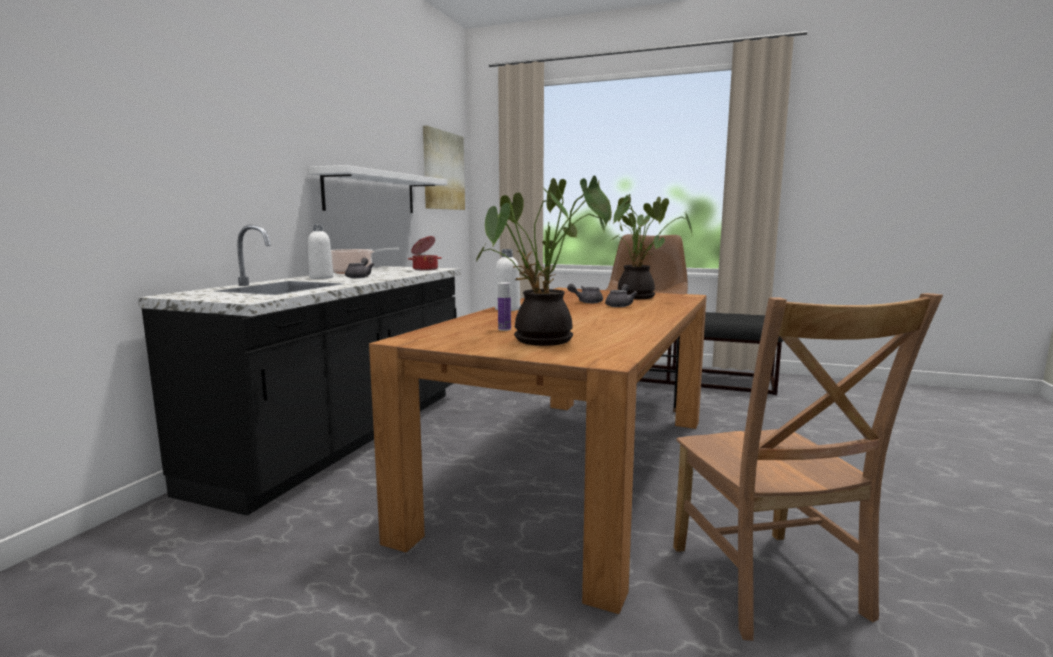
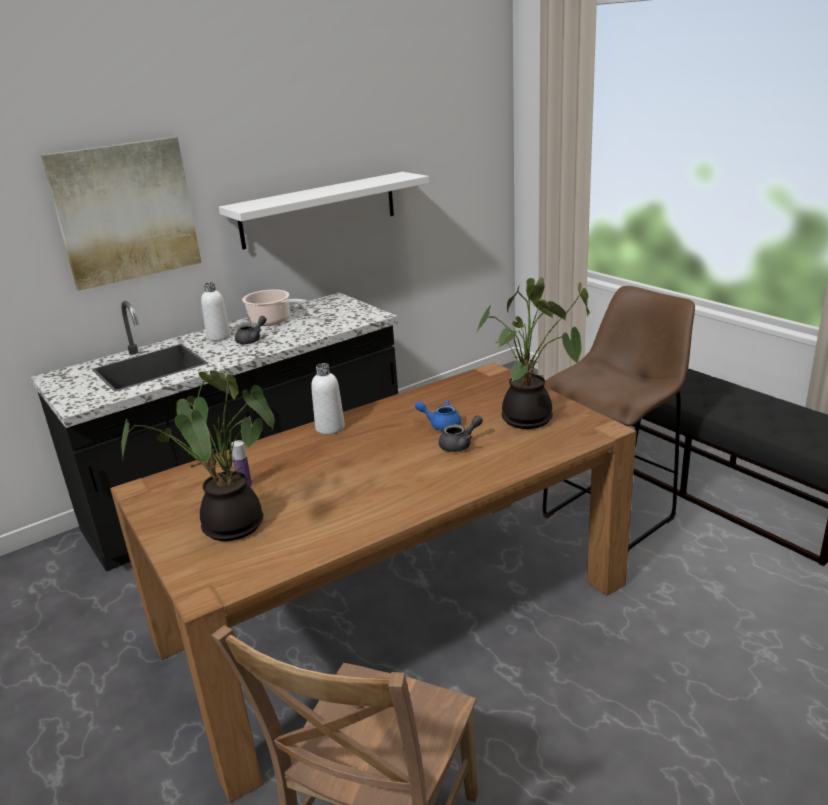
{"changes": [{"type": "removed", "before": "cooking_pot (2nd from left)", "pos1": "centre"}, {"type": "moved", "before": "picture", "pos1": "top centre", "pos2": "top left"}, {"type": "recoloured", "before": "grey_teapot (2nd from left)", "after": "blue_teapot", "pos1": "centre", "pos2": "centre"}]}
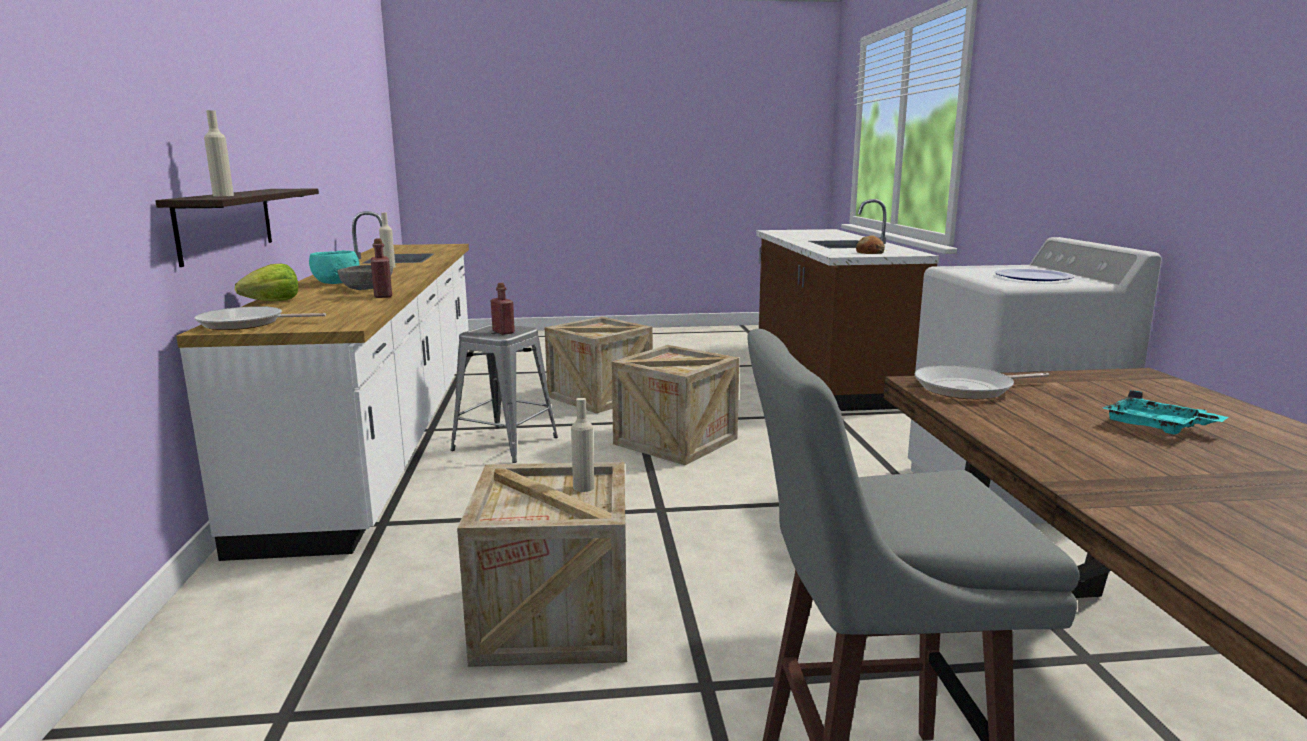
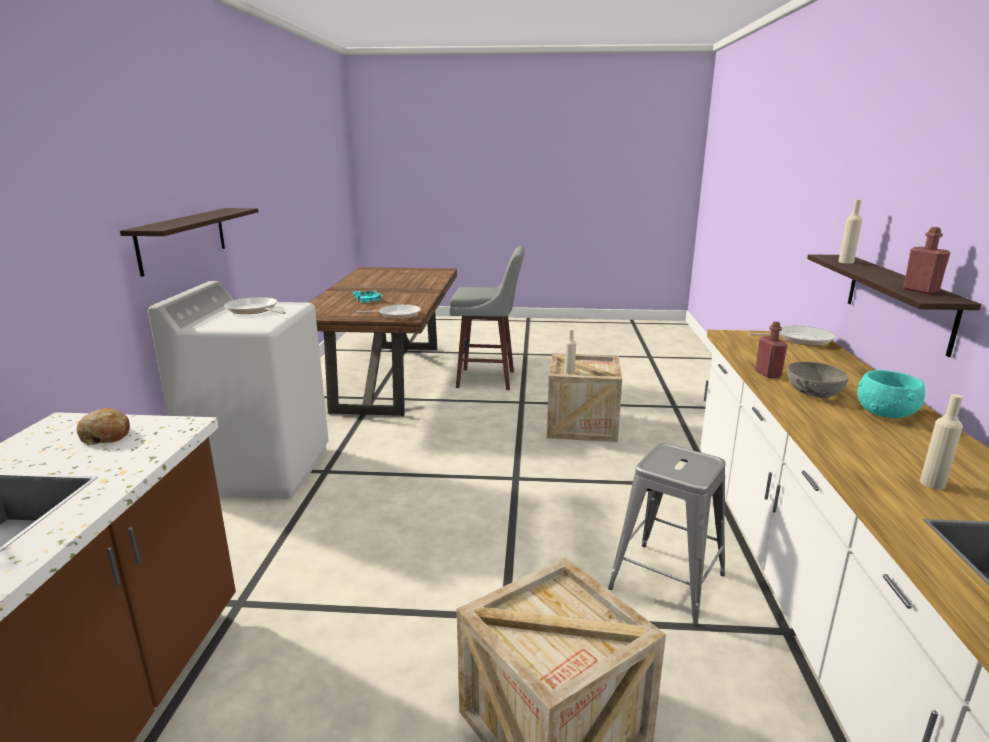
{"changes": [{"type": "removed", "before": "lettuce", "pos1": "middle left"}, {"type": "removed", "before": "crate (3rd from left)", "pos1": "centre"}, {"type": "added", "after": "shelf (1st from left)", "pos2": "top left"}, {"type": "moved", "before": "red_bottle (2nd from left)", "pos1": "centre", "pos2": "middle right"}, {"type": "replaced", "before": "plate", "after": "frying_pan (1st from left)", "pos1": "middle right", "pos2": "middle left"}]}
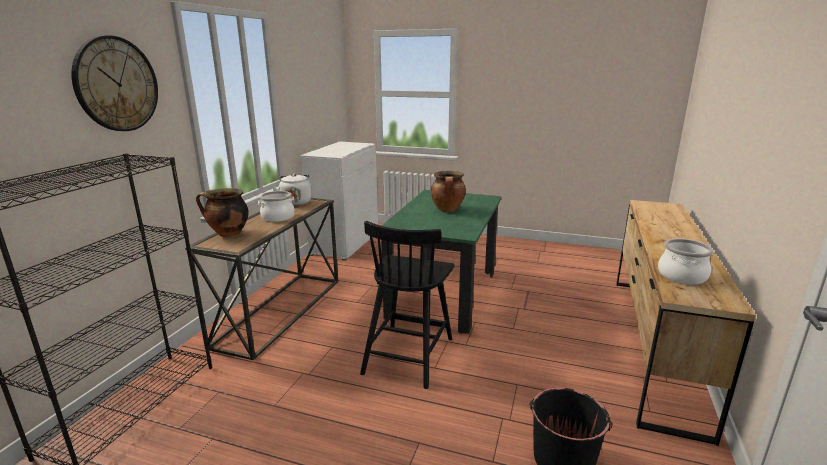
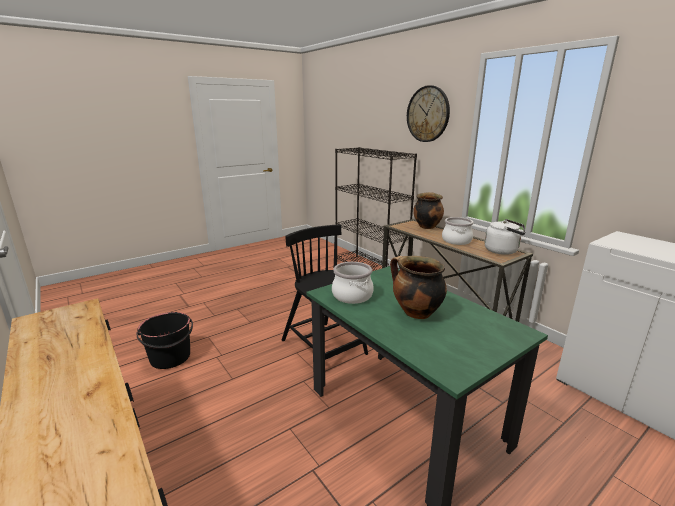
{"changes": [{"type": "moved", "before": "cooking_pot (4th from left in the first image)", "after": "cooking_pot (1st from left)", "pos1": "middle right", "pos2": "centre"}]}
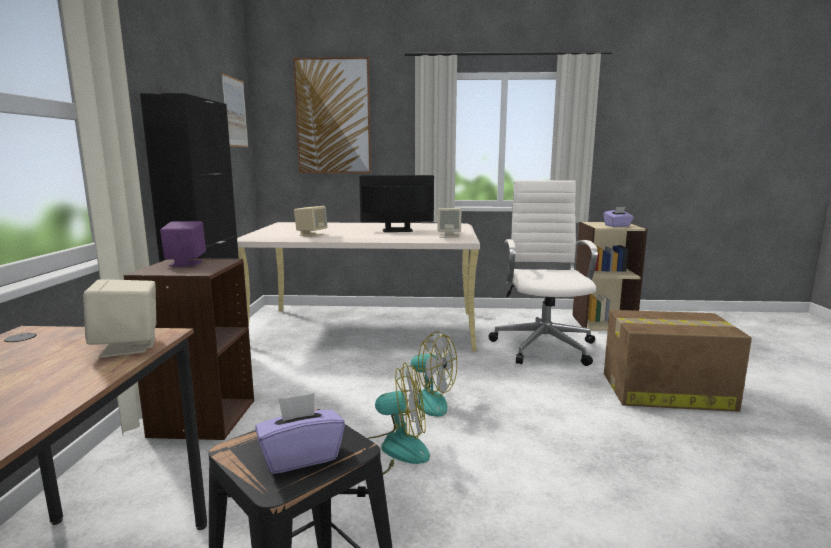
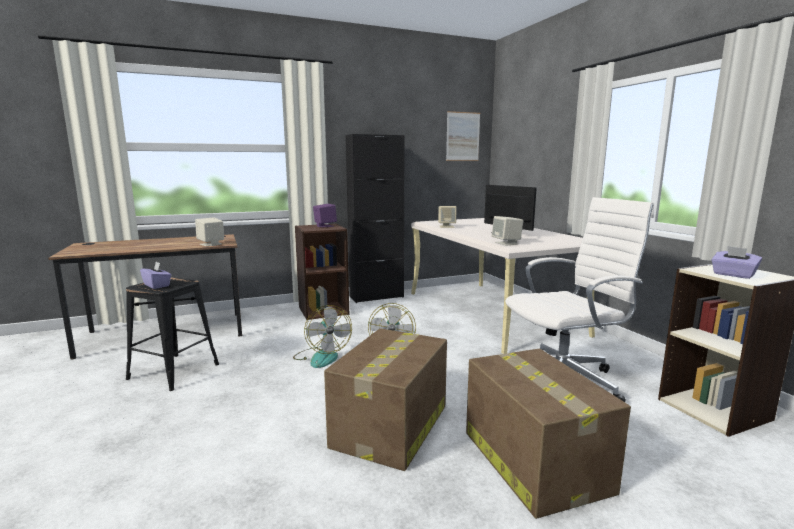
{"changes": [{"type": "removed", "before": "picture (2nd from left)", "pos1": "top centre"}, {"type": "added", "after": "cardboard_box (1st from left)", "pos2": "bottom centre"}]}
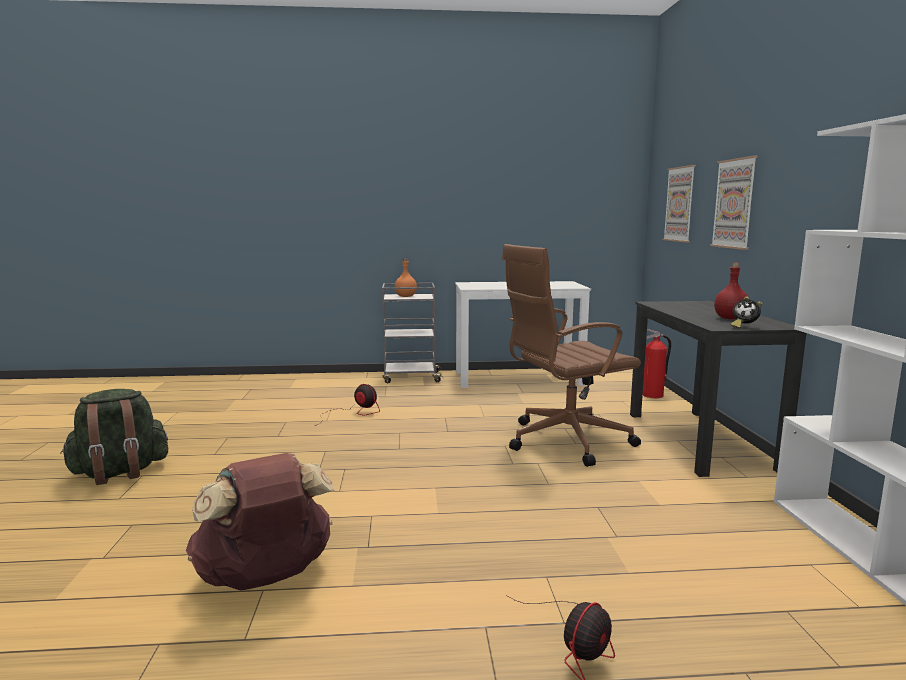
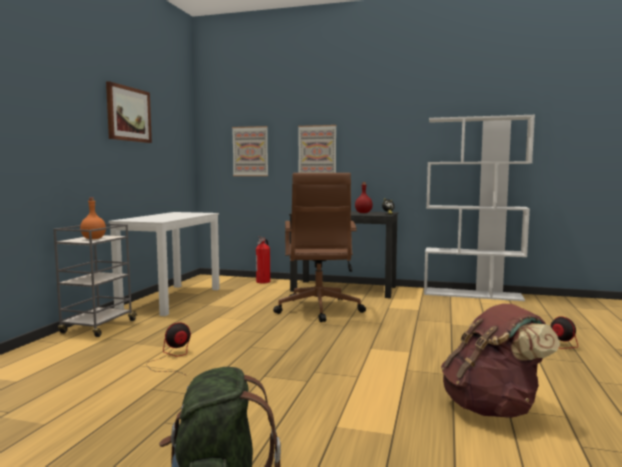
{"changes": [{"type": "added", "after": "picture (1st from left)", "pos2": "top left"}]}
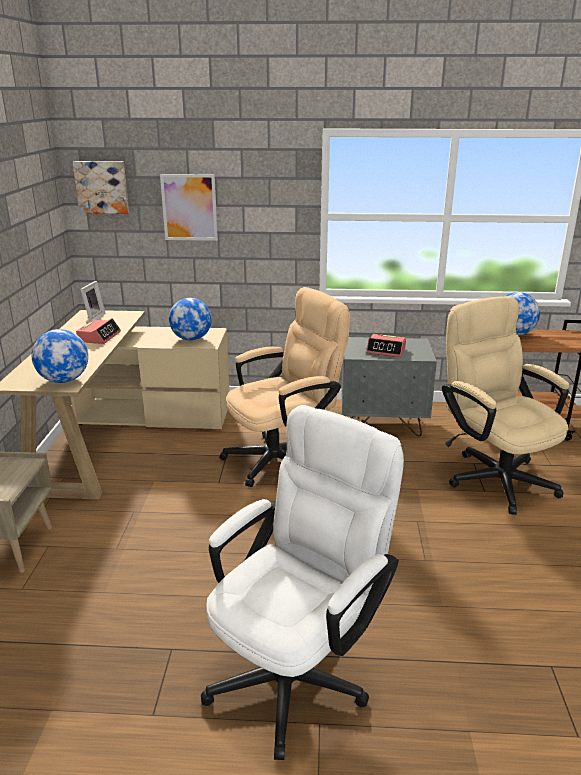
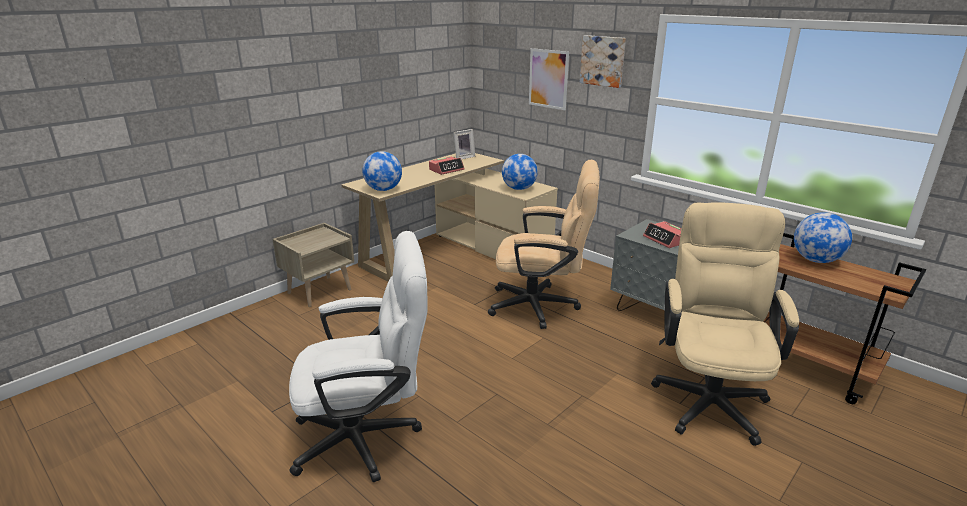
{"changes": [{"type": "moved", "before": "picture (1st from left in the first image)", "after": "picture (2nd from left)", "pos1": "top left", "pos2": "top centre"}]}
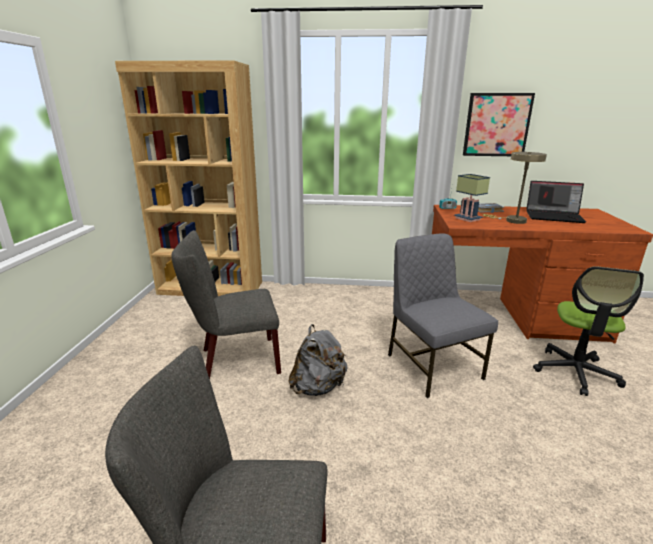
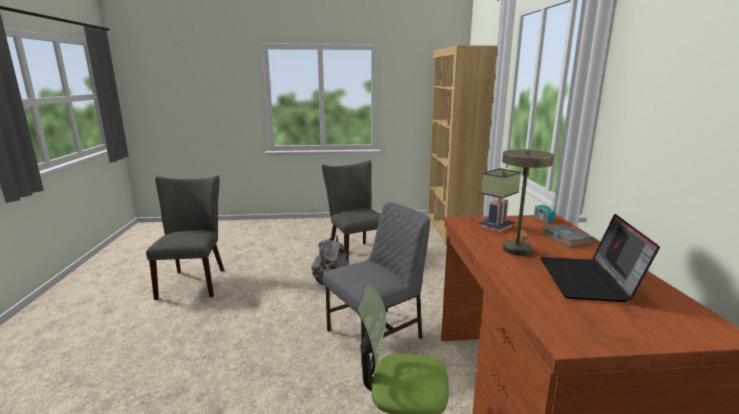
{"changes": [{"type": "removed", "before": "picture", "pos1": "top right"}]}
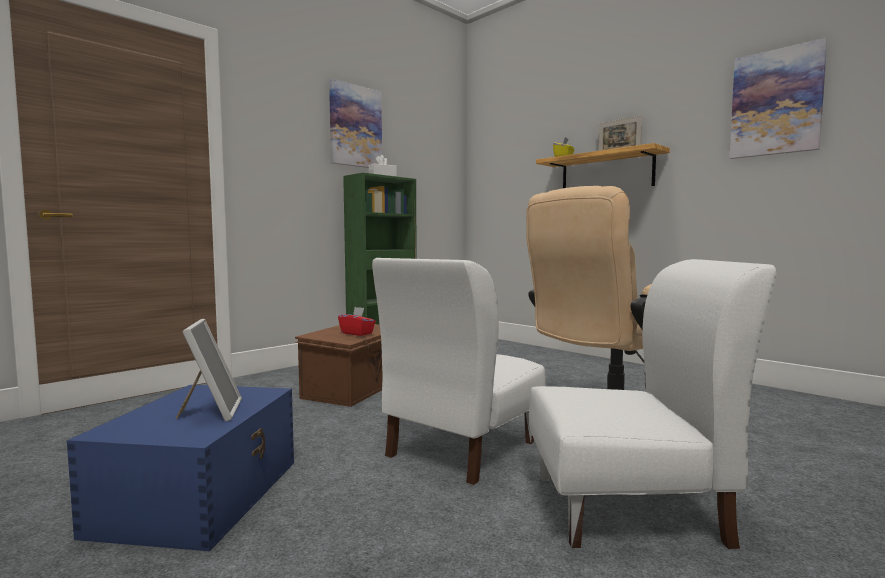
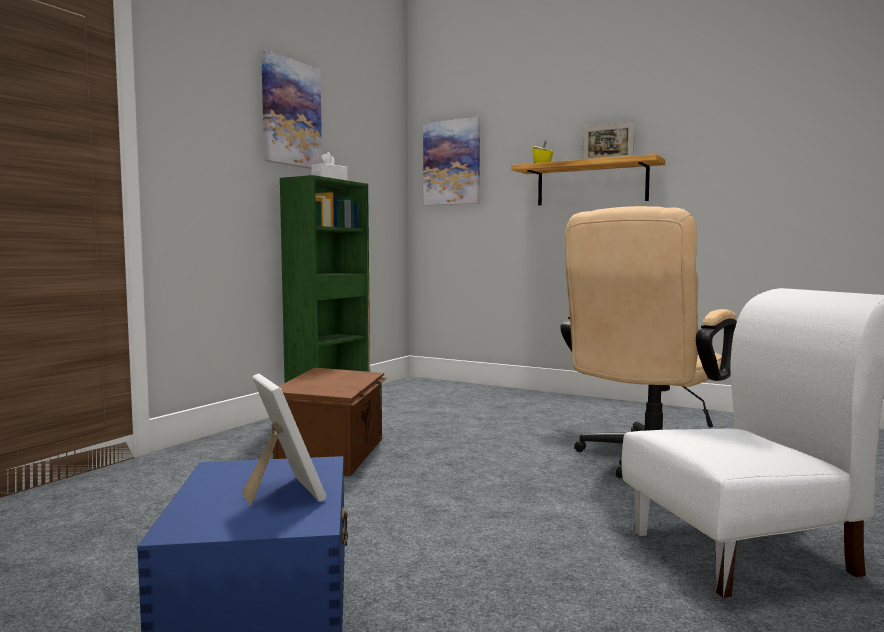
{"changes": [{"type": "removed", "before": "red_tissue_box", "pos1": "centre"}, {"type": "removed", "before": "white_chair (1st from left)", "pos1": "centre"}, {"type": "moved", "before": "picture (2nd from left)", "pos1": "top right", "pos2": "top centre"}]}
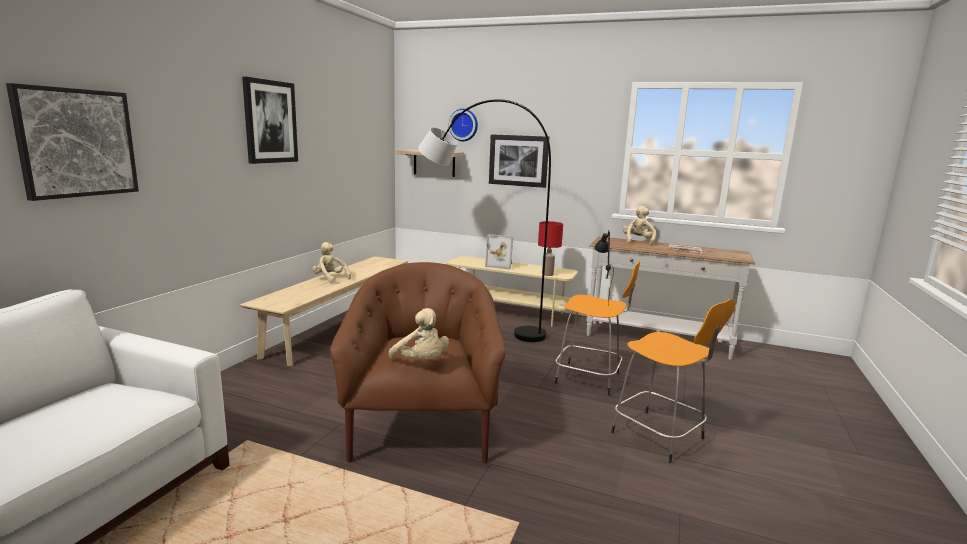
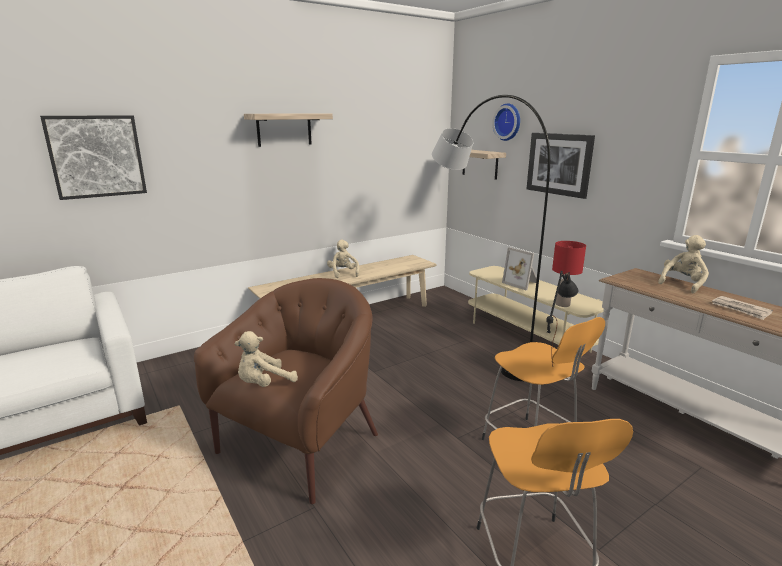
{"changes": [{"type": "replaced", "before": "picture (2nd from left)", "after": "shelf (1st from left)", "pos1": "top left", "pos2": "top centre"}, {"type": "turned", "before": "beige_plush_toy (2nd from left in the first image)", "pos1": "centre", "pos2": "centre", "turn": 60}]}
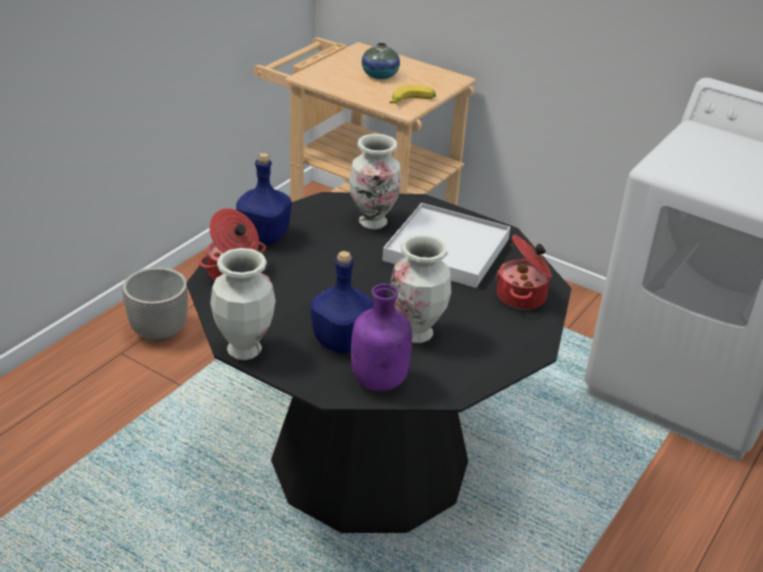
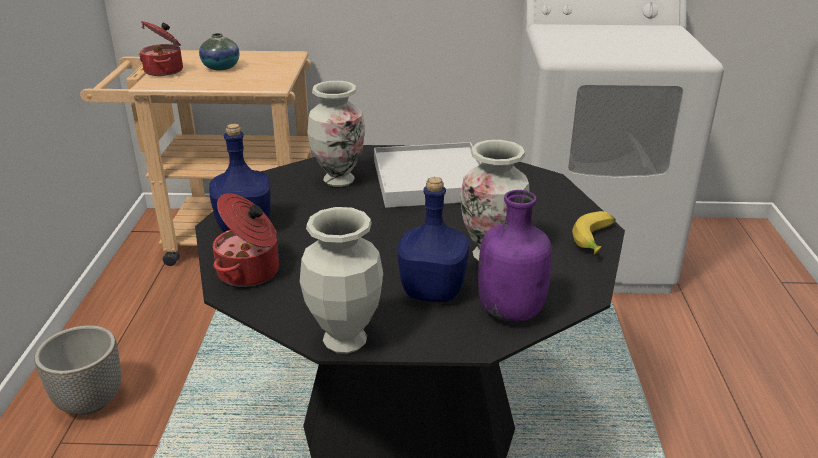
{"changes": [{"type": "moved", "before": "banana", "pos1": "top centre", "pos2": "middle right"}, {"type": "moved", "before": "cooking_pot (2nd from left in the first image)", "after": "cooking_pot (1st from left)", "pos1": "middle right", "pos2": "top left"}]}
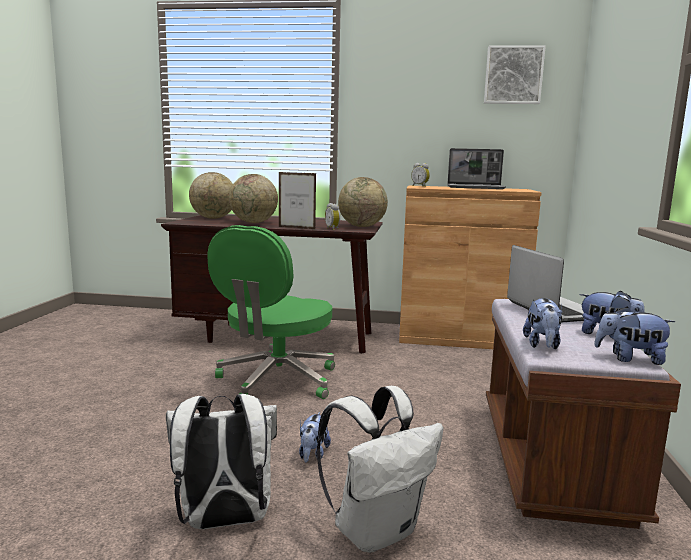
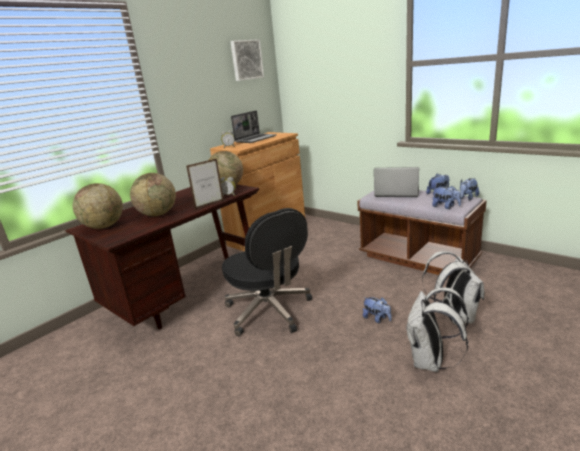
{"changes": [{"type": "recoloured", "before": "green_office_chair", "after": "black_office_chair", "pos1": "centre", "pos2": "centre"}]}
